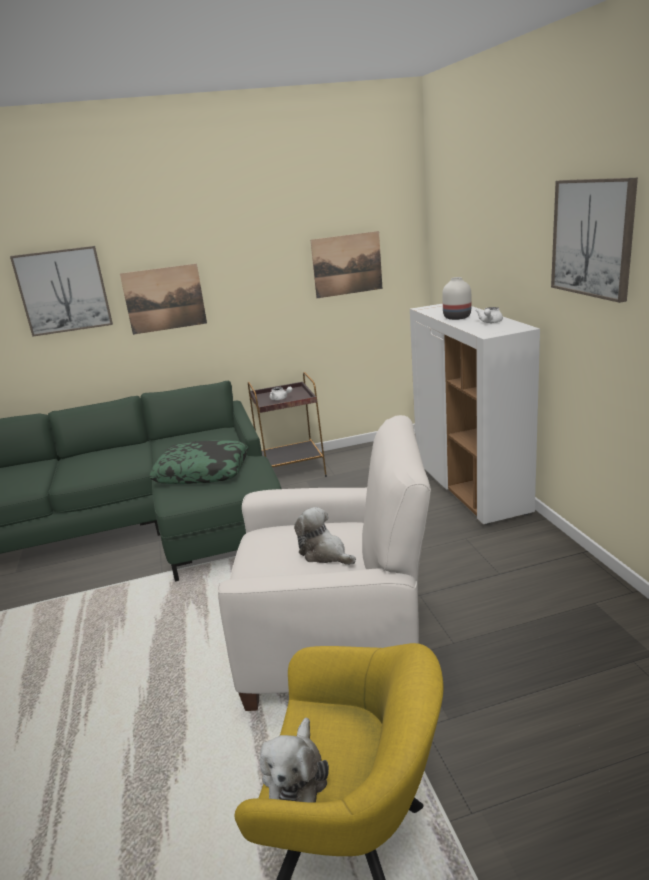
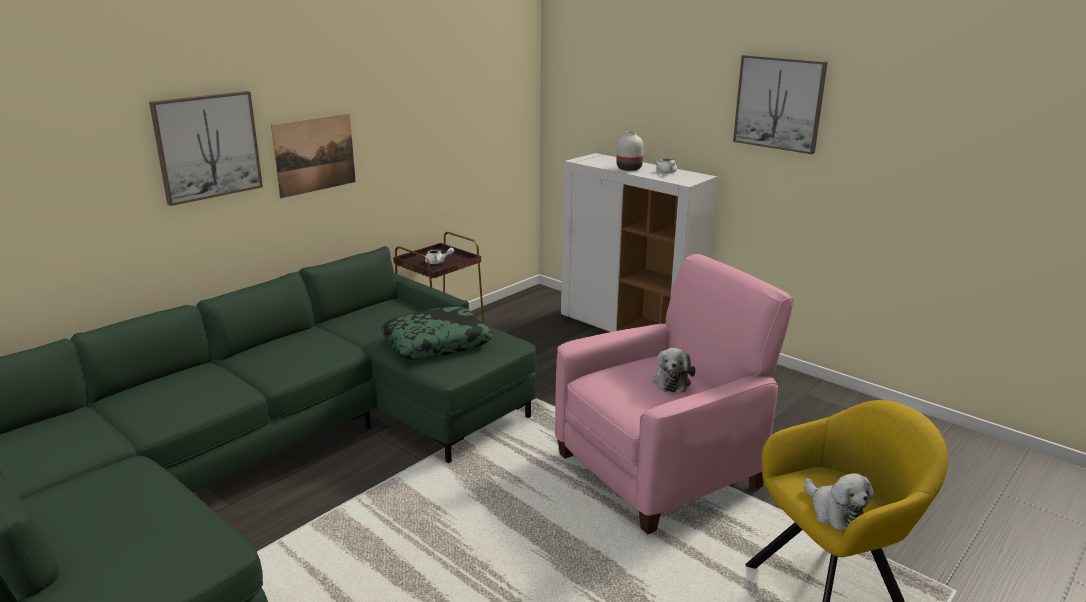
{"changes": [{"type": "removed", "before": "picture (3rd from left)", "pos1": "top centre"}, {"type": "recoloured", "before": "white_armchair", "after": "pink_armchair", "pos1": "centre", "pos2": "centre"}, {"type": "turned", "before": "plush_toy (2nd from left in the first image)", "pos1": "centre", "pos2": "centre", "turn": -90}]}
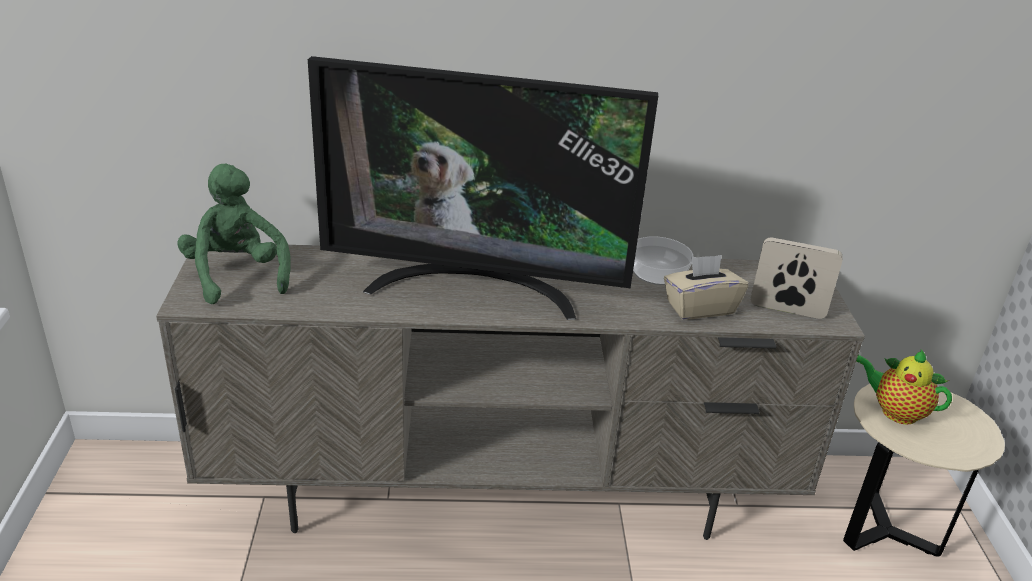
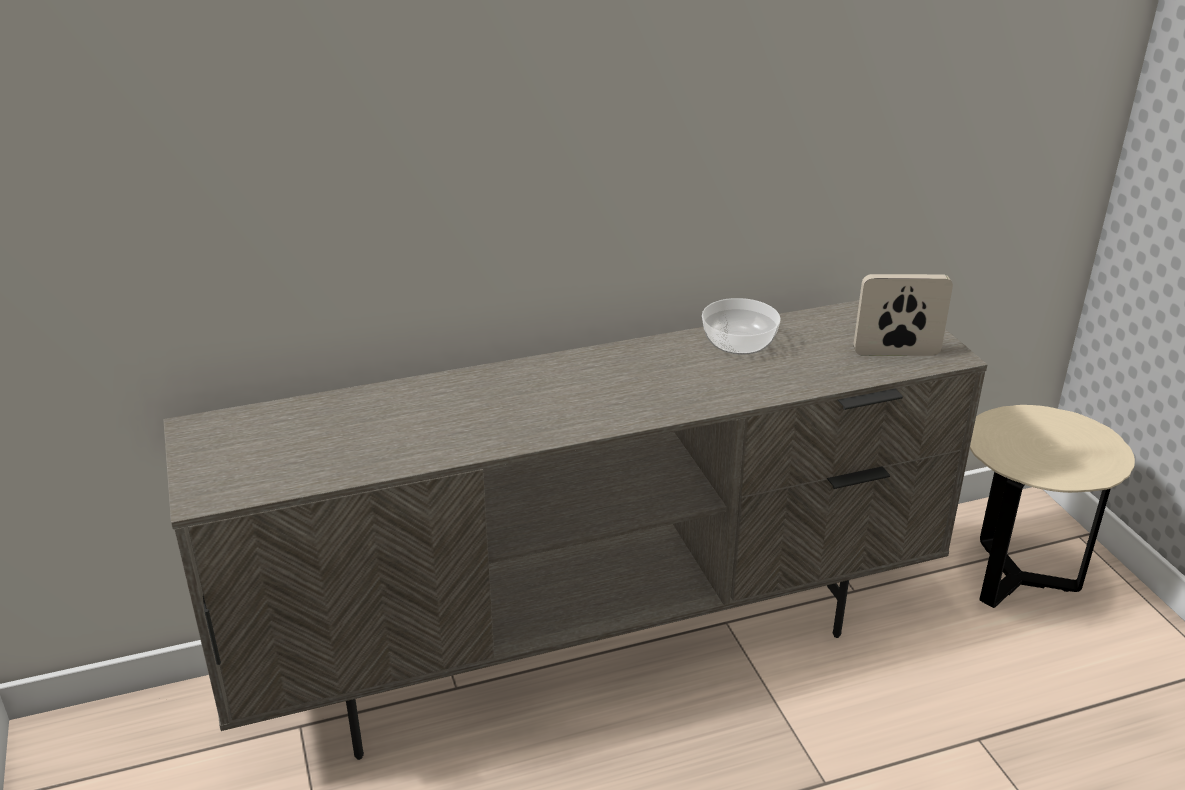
{"changes": [{"type": "removed", "before": "green_plush_toy", "pos1": "middle left"}, {"type": "removed", "before": "television", "pos1": "top centre"}, {"type": "removed", "before": "beige_tissue_box", "pos1": "middle right"}, {"type": "removed", "before": "teapot", "pos1": "middle right"}]}
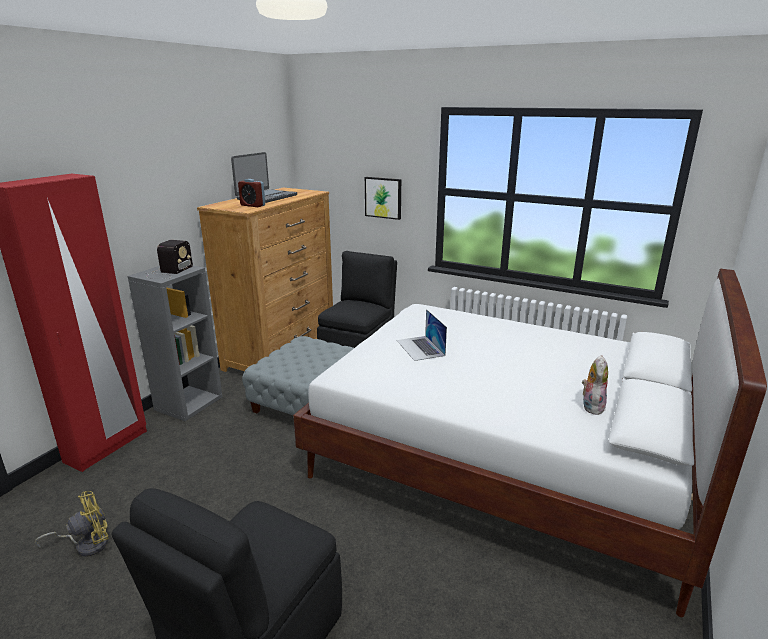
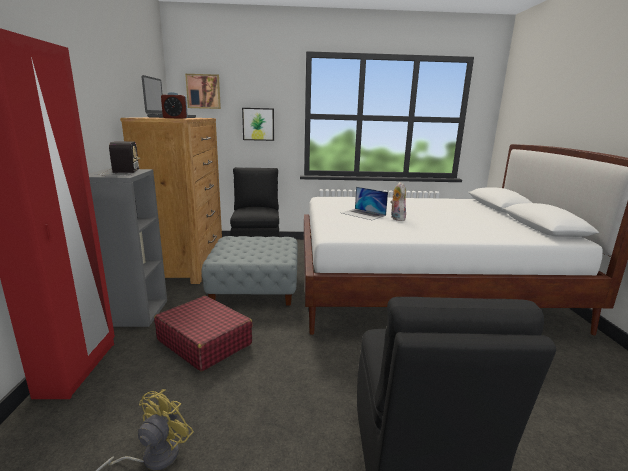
{"changes": [{"type": "added", "after": "red_suitcase", "pos2": "bottom left"}, {"type": "added", "after": "picture (1st from left)", "pos2": "top left"}, {"type": "moved", "before": "plush_toy", "pos1": "middle right", "pos2": "centre"}]}
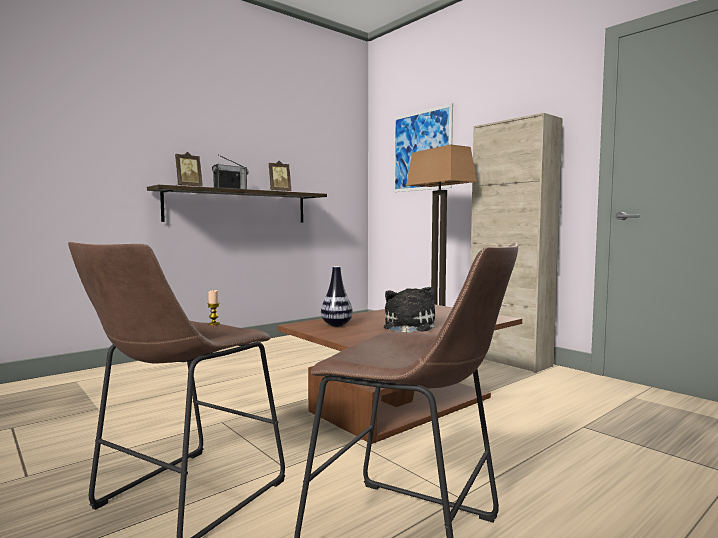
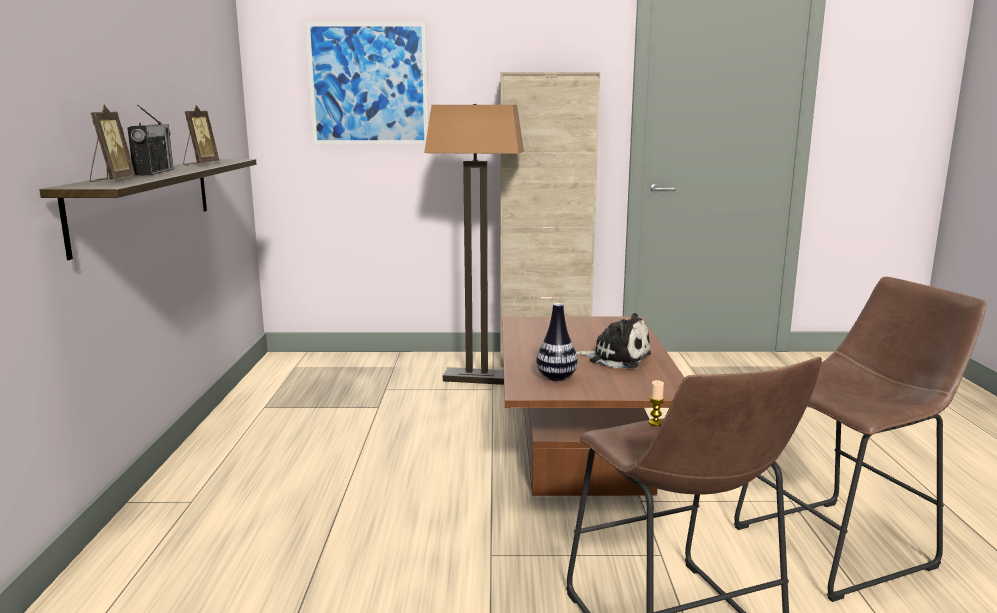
{"changes": [{"type": "turned", "before": "plush_toy", "pos1": "centre", "pos2": "centre", "turn": 150}]}
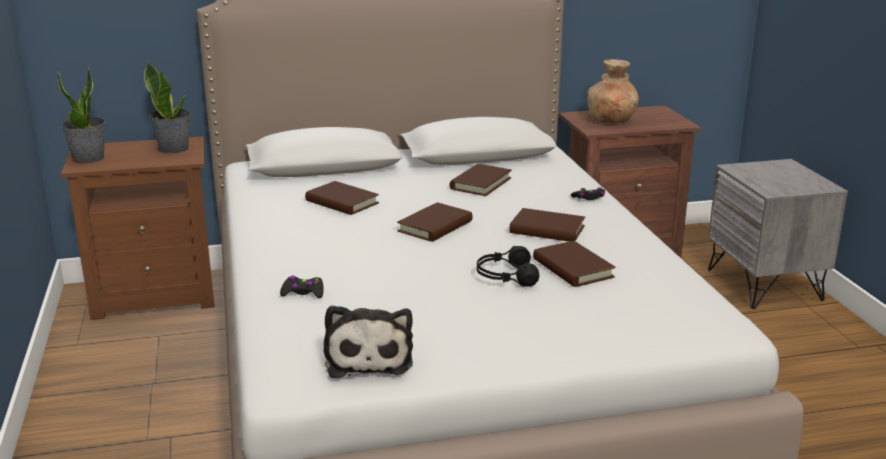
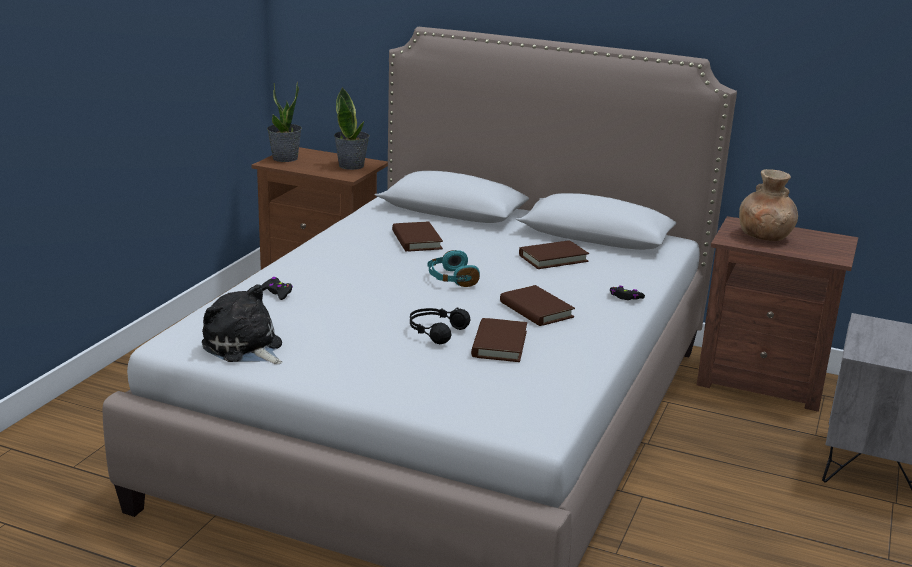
{"changes": [{"type": "replaced", "before": "brown_book (2nd from left)", "after": "turquoise_headphones", "pos1": "centre", "pos2": "centre"}, {"type": "turned", "before": "plush_toy", "pos1": "bottom centre", "pos2": "middle left", "turn": 105}]}
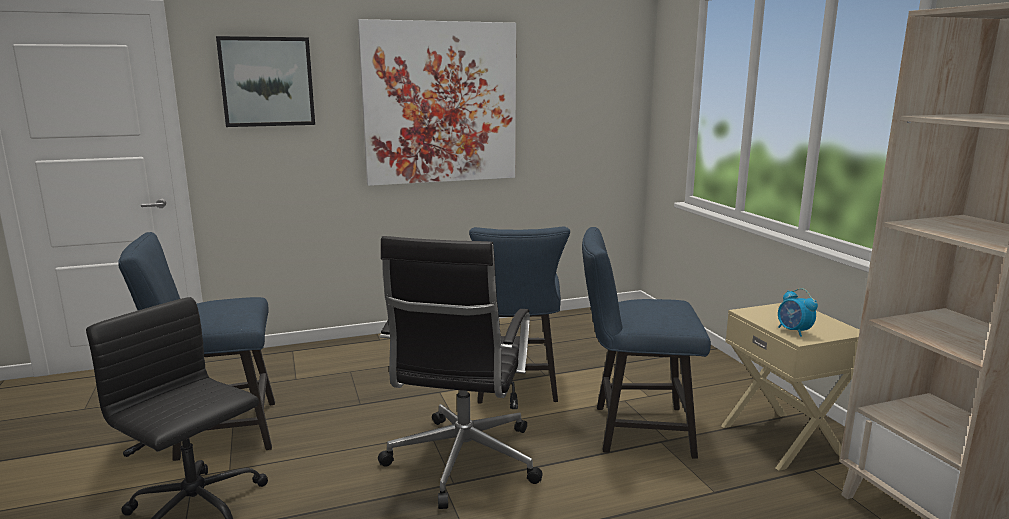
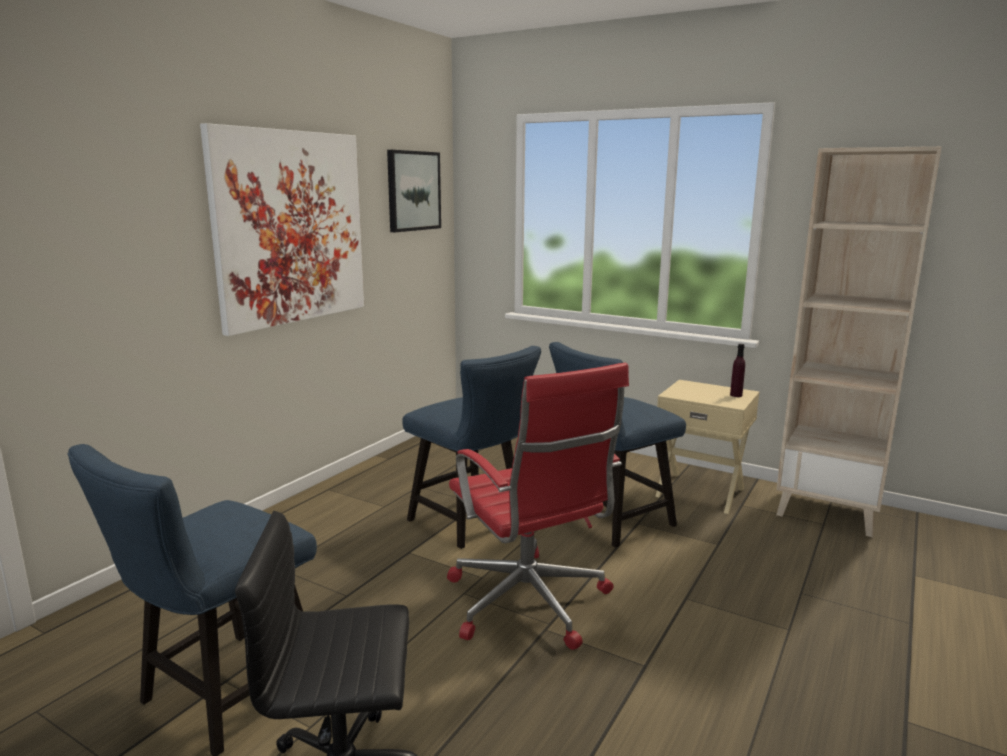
{"changes": [{"type": "removed", "before": "alarm_clock", "pos1": "middle right"}, {"type": "added", "after": "purple_bottle", "pos2": "middle right"}, {"type": "moved", "before": "picture (1st from left in the first image)", "after": "picture (2nd from left)", "pos1": "top left", "pos2": "top centre"}, {"type": "recoloured", "before": "black_office_chair (2nd from left)", "after": "red_office_chair", "pos1": "bottom centre", "pos2": "bottom centre"}]}
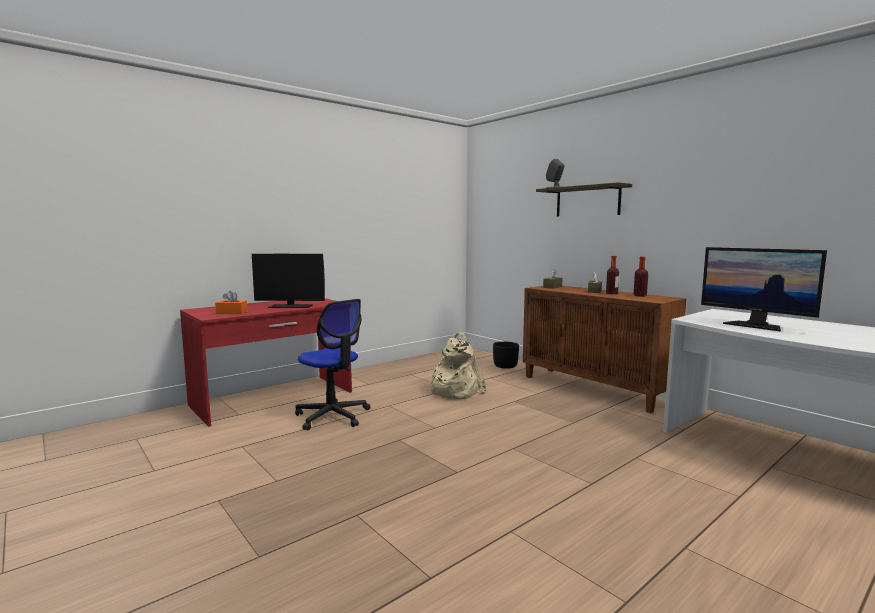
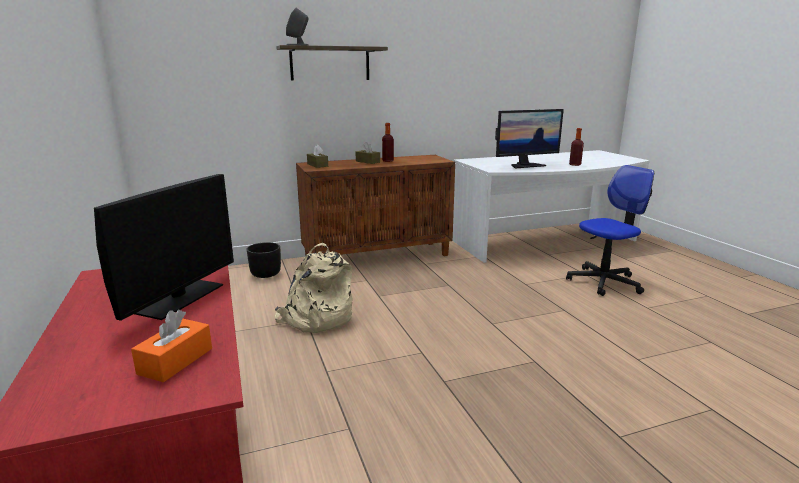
{"changes": [{"type": "moved", "before": "office_chair", "pos1": "centre", "pos2": "middle right"}, {"type": "moved", "before": "bottle (2nd from left)", "pos1": "middle right", "pos2": "top right"}]}
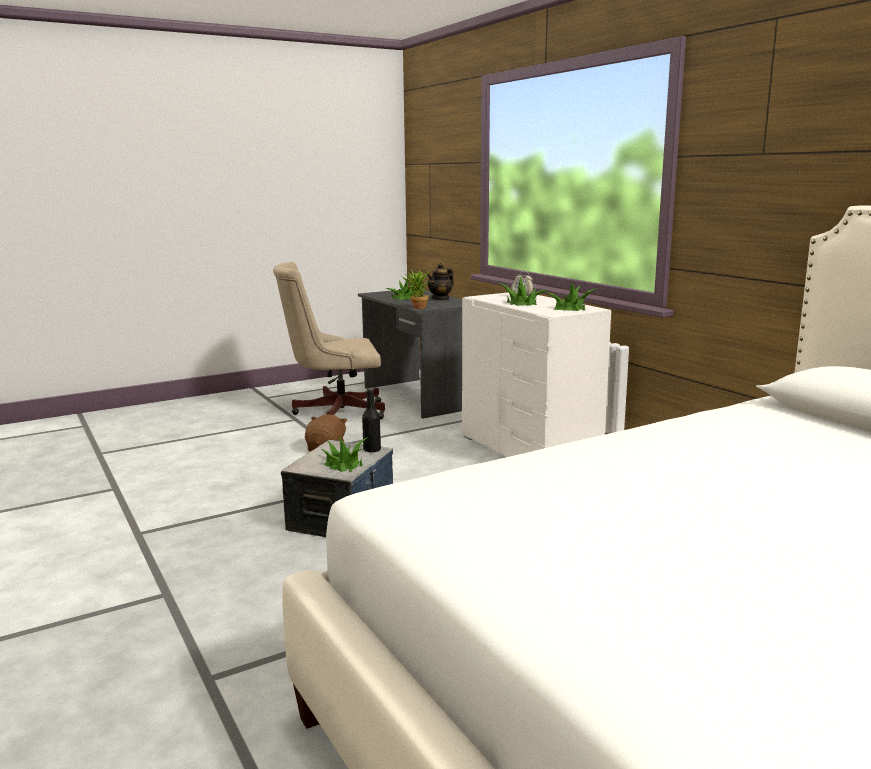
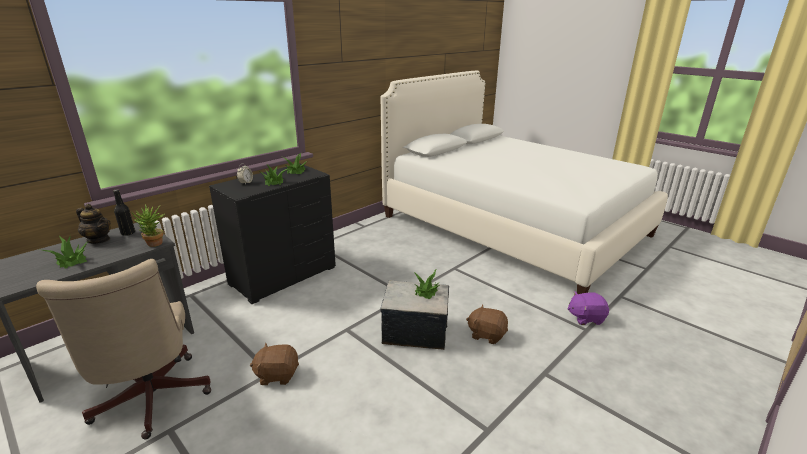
{"changes": [{"type": "added", "after": "brown_plush_toy (2nd from left)", "pos2": "bottom centre"}, {"type": "added", "after": "purple_plush_toy", "pos2": "bottom right"}, {"type": "moved", "before": "black_bottle", "pos1": "centre", "pos2": "middle left"}, {"type": "recoloured", "before": "white_dresser", "after": "black_dresser", "pos1": "centre", "pos2": "centre"}]}
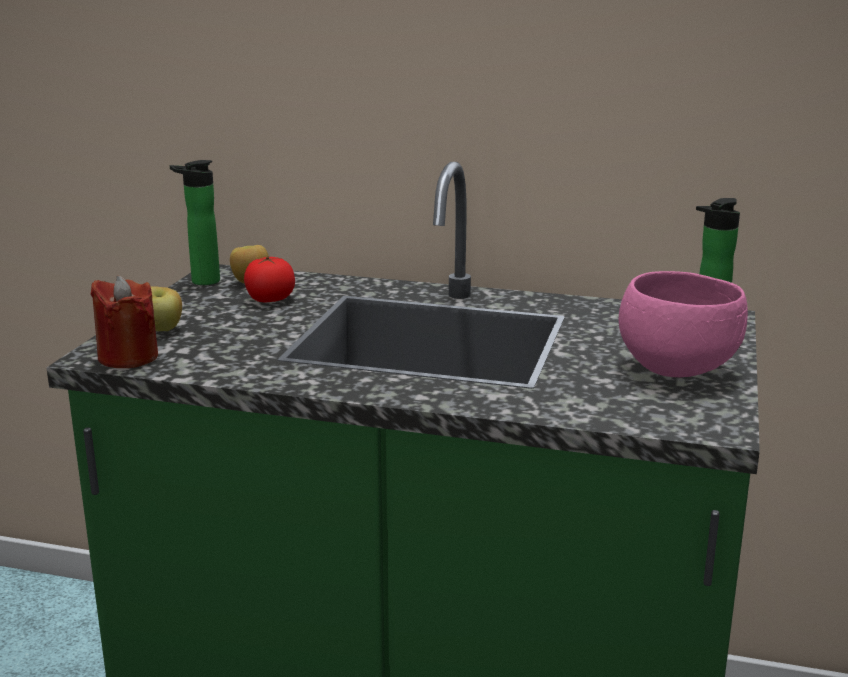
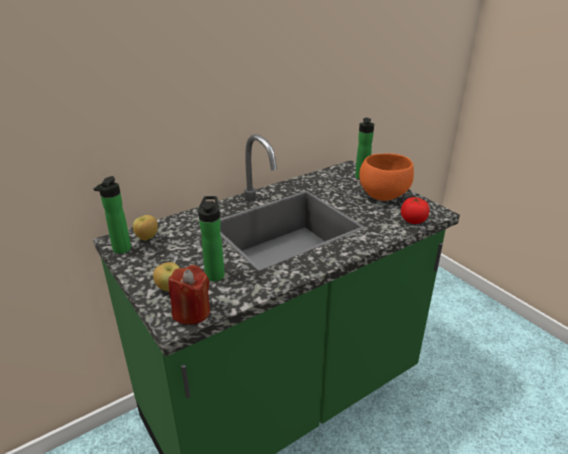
{"changes": [{"type": "added", "after": "bottle (2nd from left)", "pos2": "centre"}, {"type": "moved", "before": "tomato", "pos1": "middle left", "pos2": "middle right"}, {"type": "recoloured", "before": "pink_bowl", "after": "orange_bowl", "pos1": "middle right", "pos2": "middle right"}]}
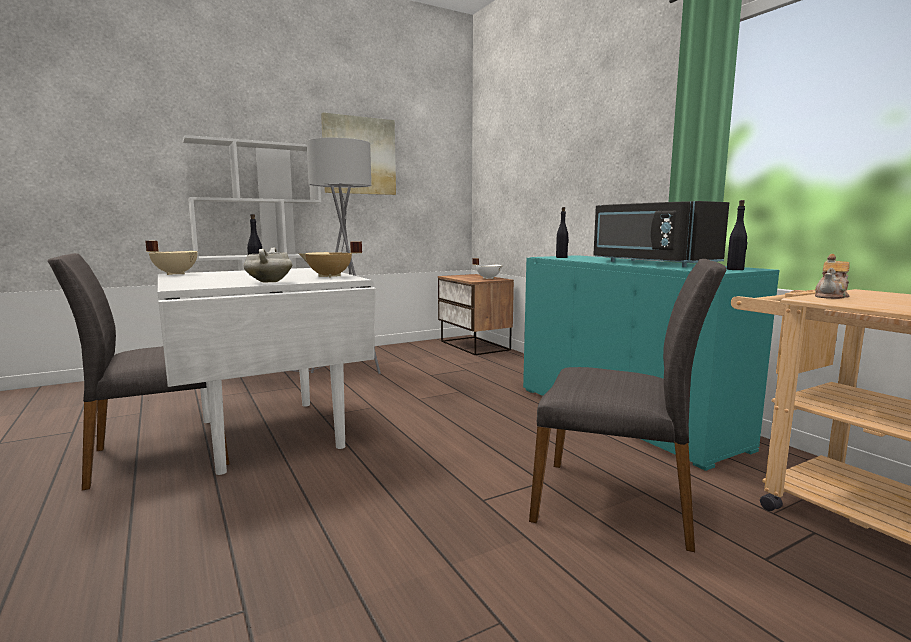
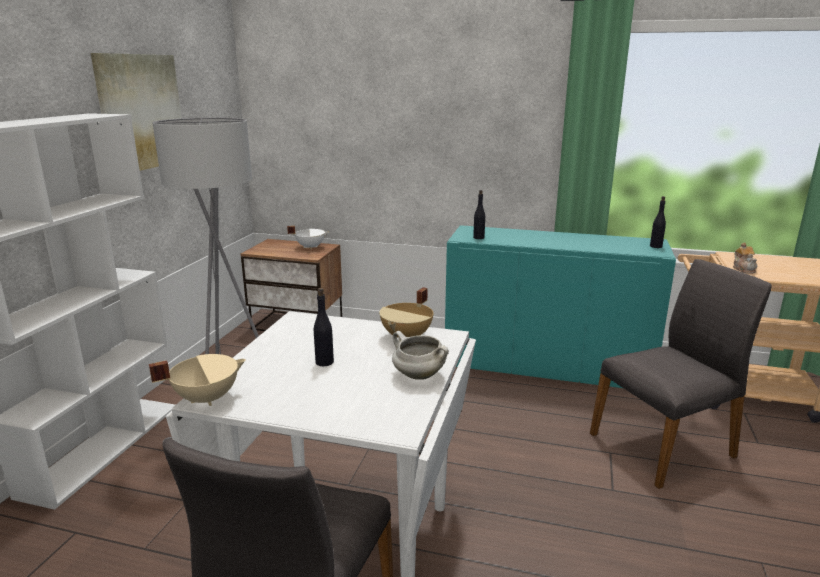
{"changes": [{"type": "removed", "before": "black_microwave", "pos1": "middle right"}]}
